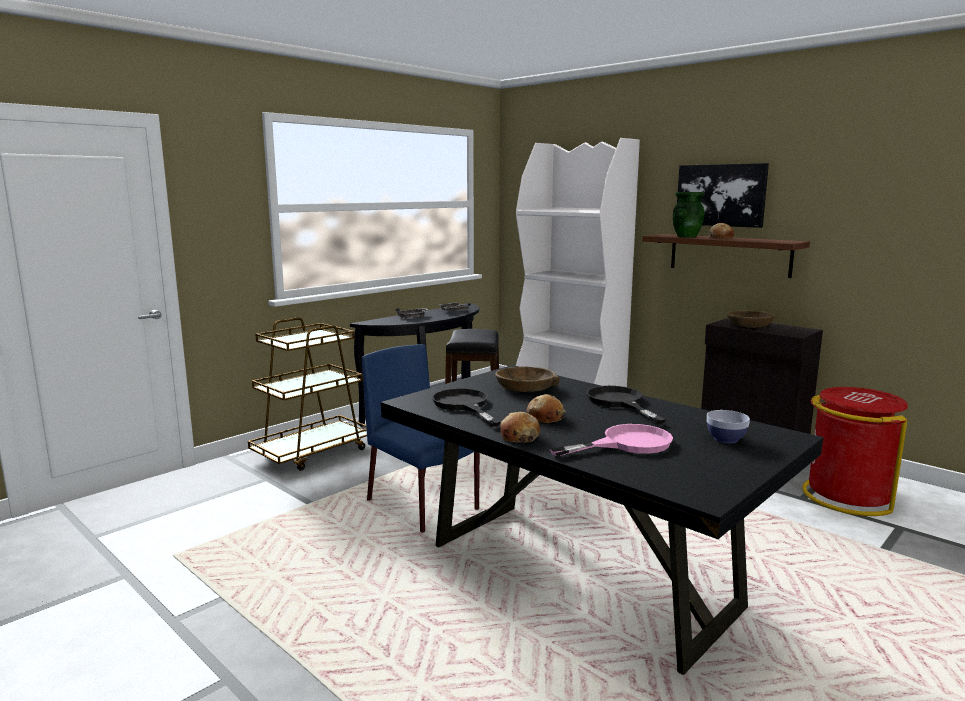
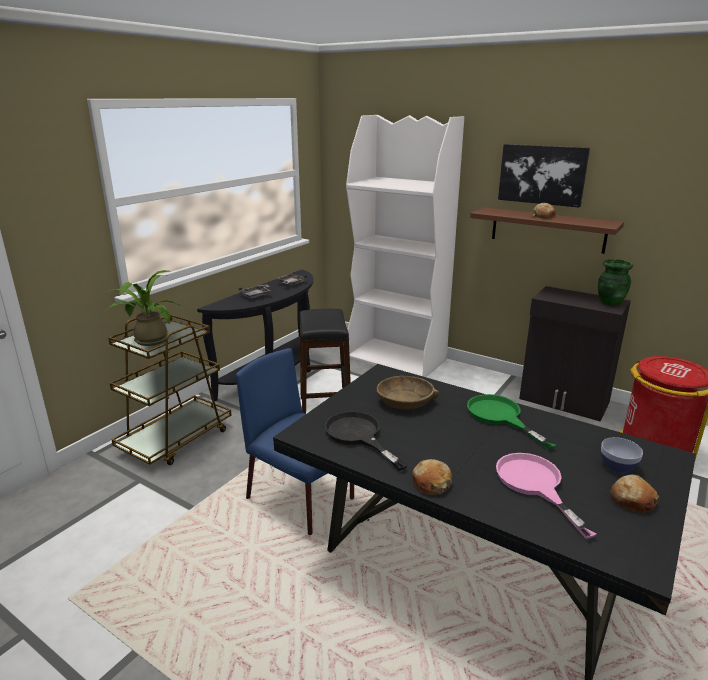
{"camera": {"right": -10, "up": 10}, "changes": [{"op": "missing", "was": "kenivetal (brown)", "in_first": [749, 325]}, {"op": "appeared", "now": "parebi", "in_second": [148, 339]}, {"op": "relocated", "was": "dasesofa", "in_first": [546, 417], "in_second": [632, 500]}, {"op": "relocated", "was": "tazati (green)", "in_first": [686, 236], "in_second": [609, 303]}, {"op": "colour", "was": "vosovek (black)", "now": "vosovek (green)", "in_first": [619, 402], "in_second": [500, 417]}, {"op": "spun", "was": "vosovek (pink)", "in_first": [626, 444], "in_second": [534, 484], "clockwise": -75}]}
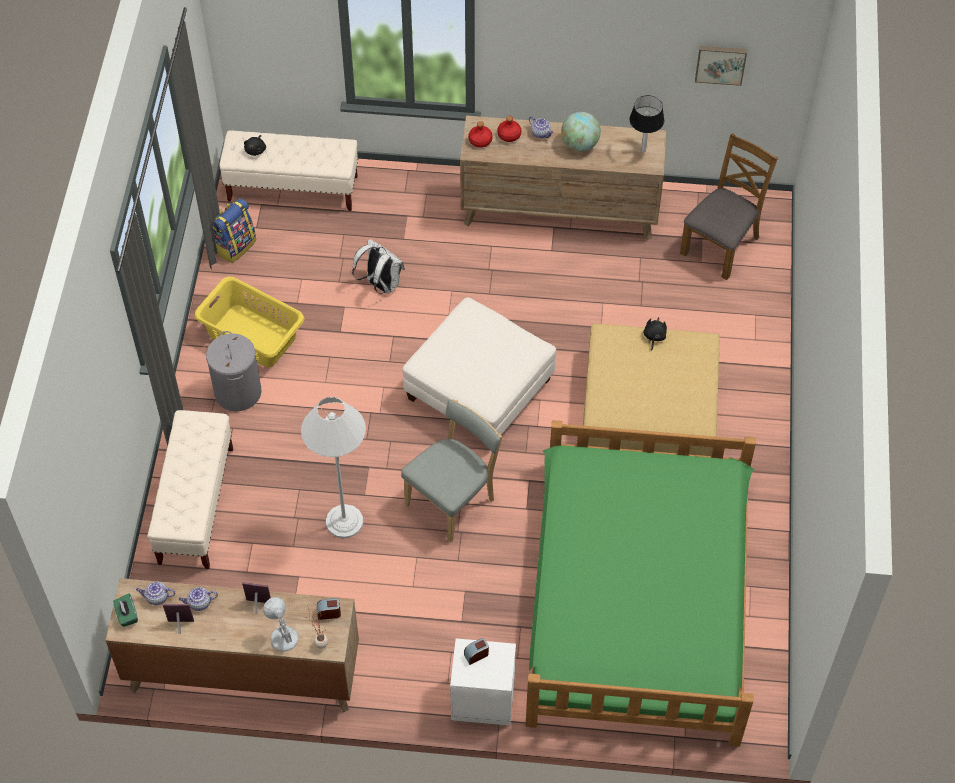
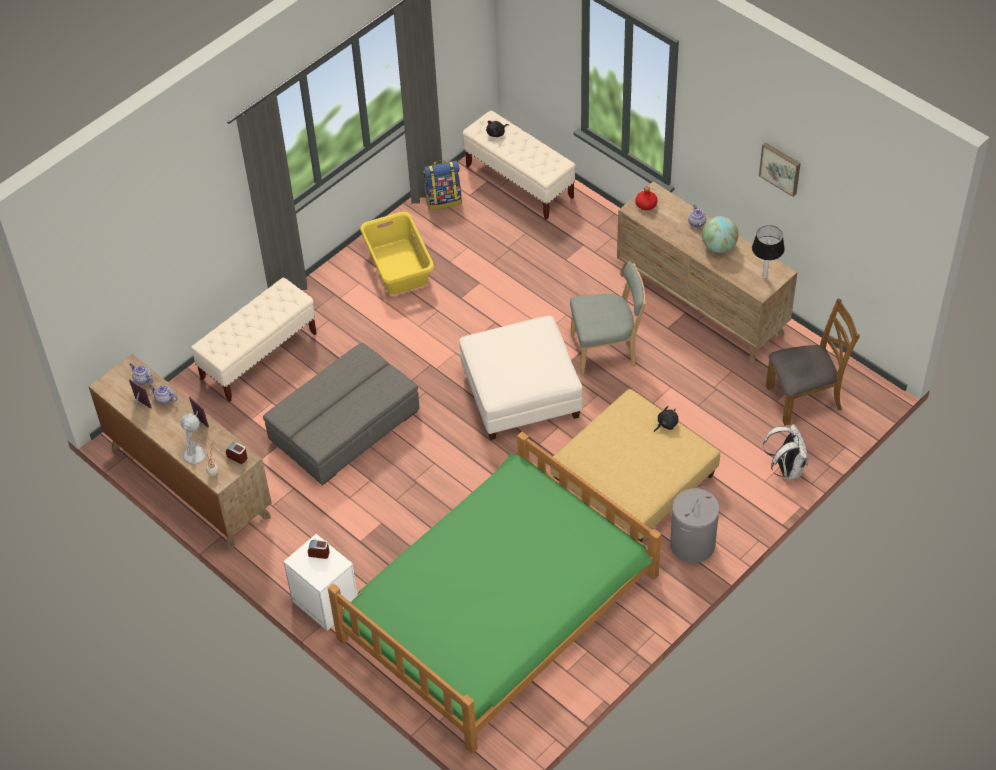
{"camera": {"right": 40, "up": -5}, "changes": [{"op": "missing", "was": "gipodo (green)", "in_first": [127, 615]}, {"op": "missing", "was": "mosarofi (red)", "in_first": [509, 135]}, {"op": "relocated", "was": "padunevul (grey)", "in_first": [237, 392], "in_second": [692, 544]}, {"op": "relocated", "was": "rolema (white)", "in_first": [380, 284], "in_second": [786, 469]}, {"op": "relocated", "was": "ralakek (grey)", "in_first": [453, 500], "in_second": [606, 350]}, {"op": "relocated", "was": "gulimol", "in_first": [720, 63], "in_second": [781, 168]}, {"op": "exchanged", "was": "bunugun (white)", "now": "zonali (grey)", "in_first": [344, 521], "in_second": [344, 426]}]}
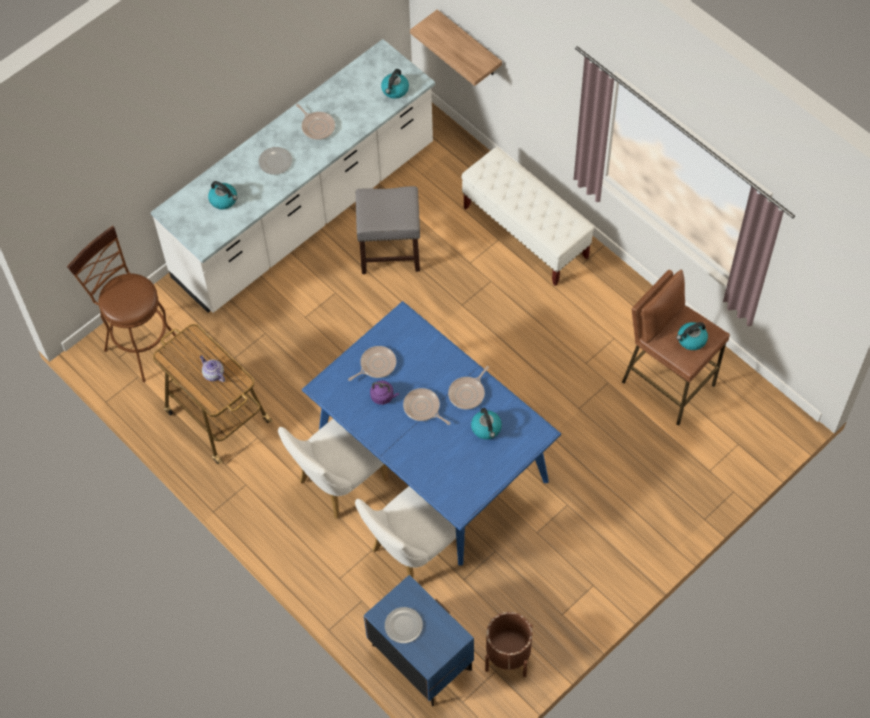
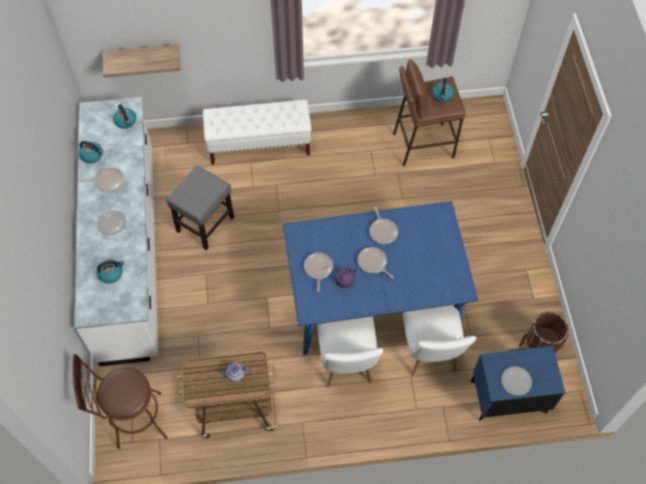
{"camera": {"right": -55, "up": 0}, "changes": [{"op": "relocated", "was": "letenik", "in_first": [486, 428], "in_second": [92, 155]}, {"op": "spun", "was": "vosovek", "in_first": [423, 408], "in_second": [373, 263], "clockwise": 60}]}
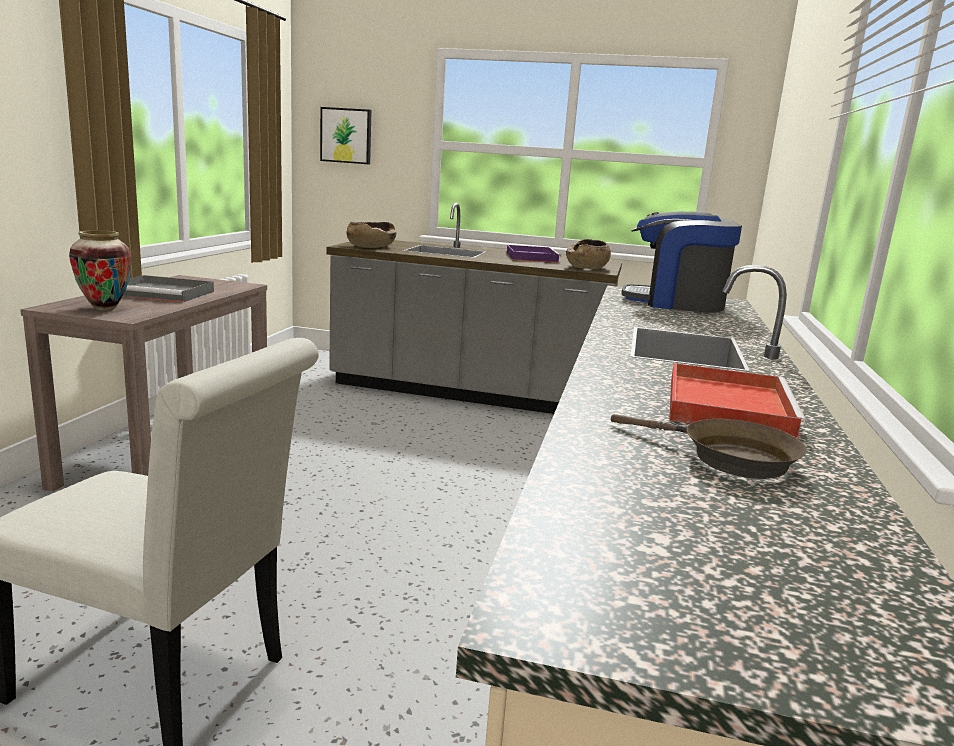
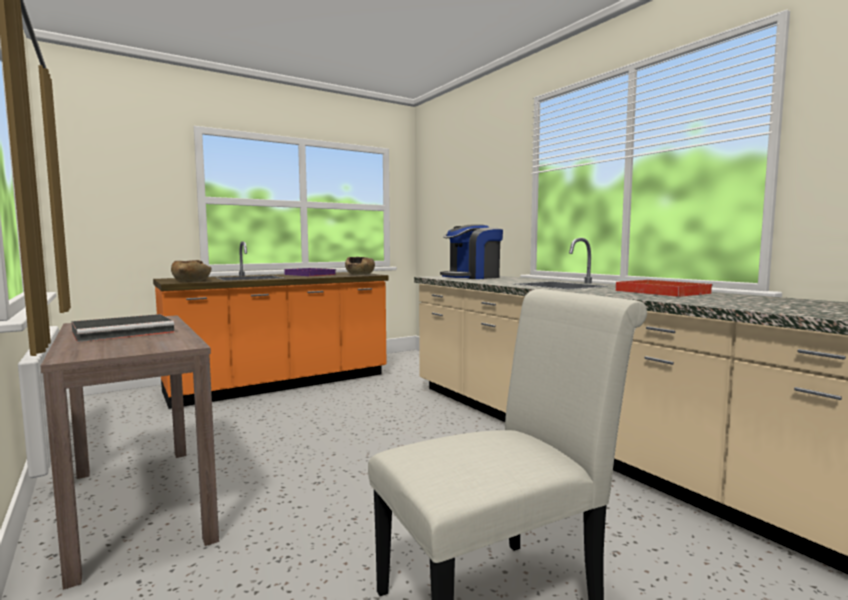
{"camera": {"right": -45, "up": -10}, "changes": [{"op": "missing", "was": "tazati", "in_first": [105, 308]}, {"op": "missing", "was": "gulimol", "in_first": [346, 135]}, {"op": "missing", "was": "vosovek (brown)", "in_first": [728, 458]}, {"op": "colour", "was": "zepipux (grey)", "now": "zepipux (orange)", "in_first": [469, 392], "in_second": [280, 383]}]}
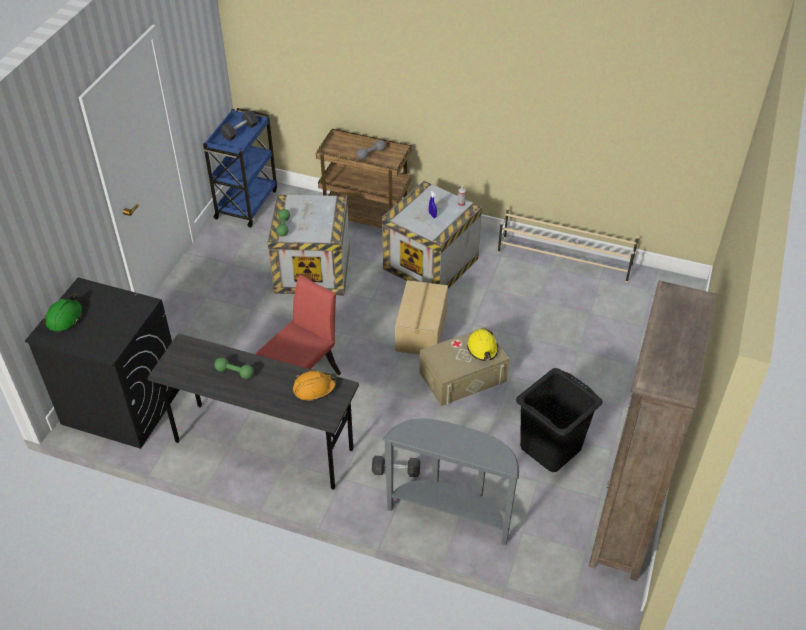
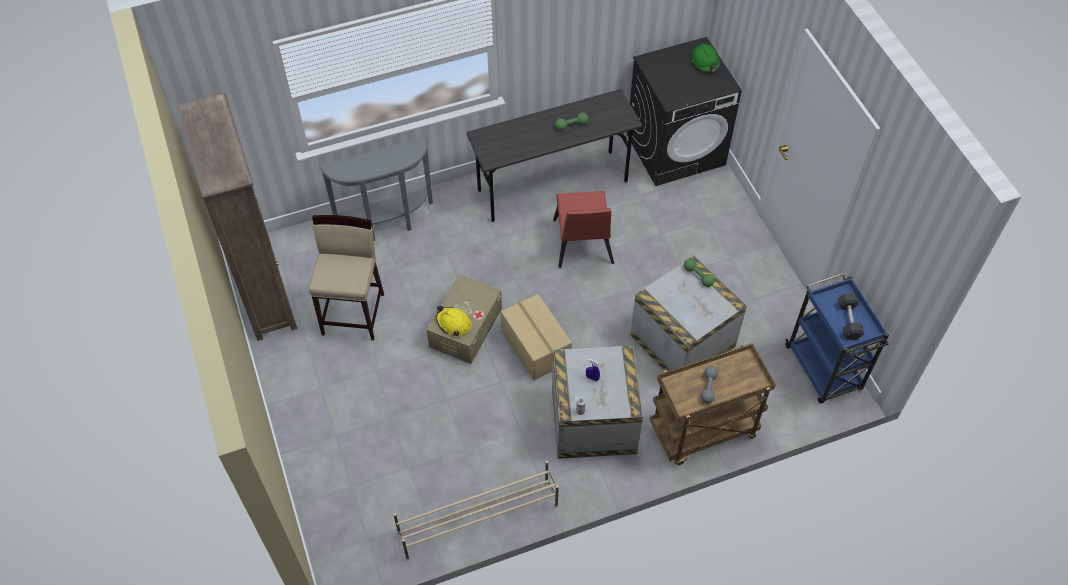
{"camera": {"right": 140, "up": 10}, "changes": [{"op": "missing", "was": "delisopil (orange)", "in_first": [314, 388]}, {"op": "missing", "was": "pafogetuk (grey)", "in_first": [396, 471]}, {"op": "exchanged", "was": "padunevul (black)", "now": "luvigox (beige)", "in_first": [550, 448], "in_second": [354, 313]}]}
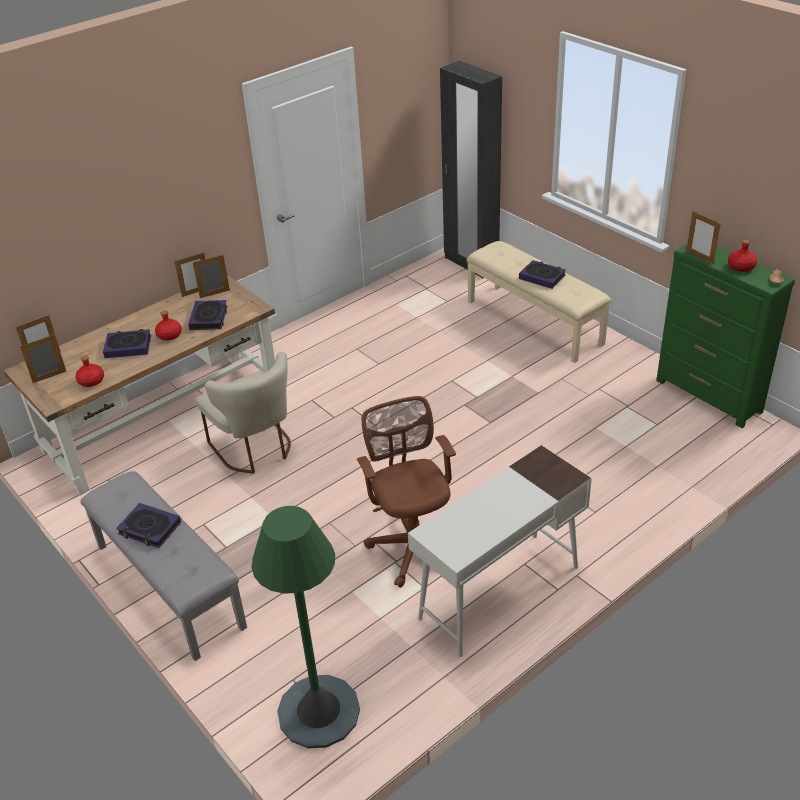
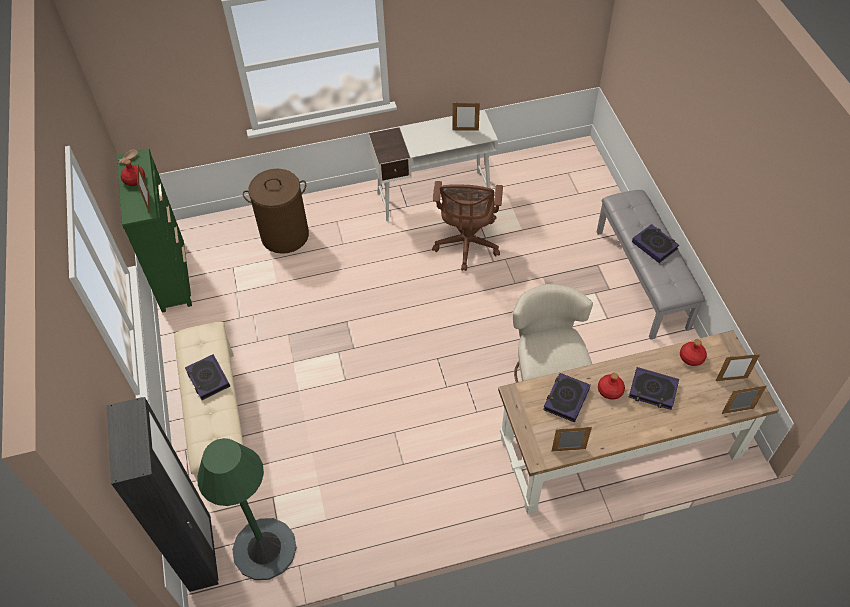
{"camera": {"right": -155, "up": 15}, "changes": [{"op": "appeared", "now": "padunevul (brown)", "in_second": [285, 235]}, {"op": "relocated", "was": "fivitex", "in_first": [214, 294], "in_second": [465, 130]}, {"op": "relocated", "was": "bunugun (green)", "in_first": [319, 712], "in_second": [264, 549]}]}
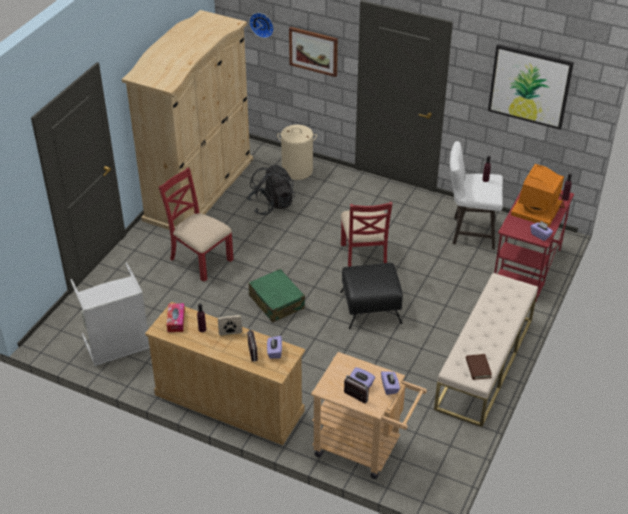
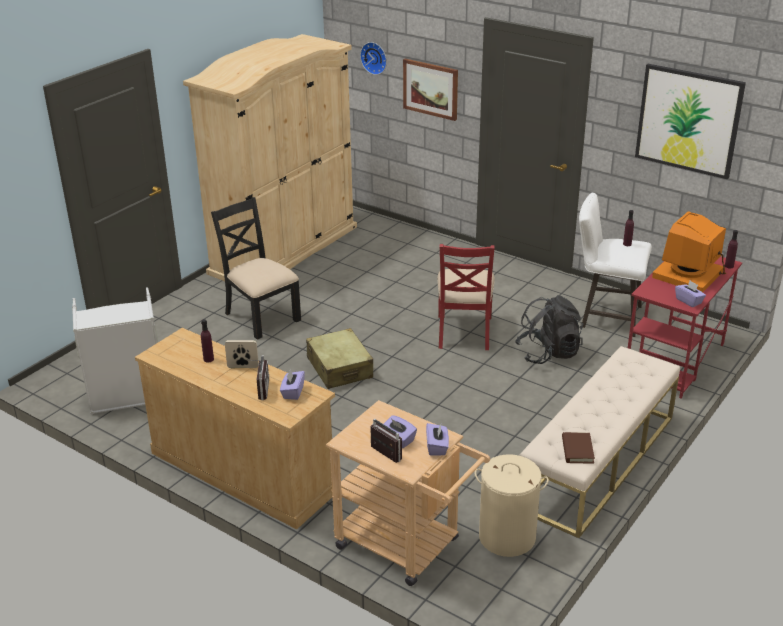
{"camera": {"right": 10, "up": -10}, "changes": [{"op": "missing", "was": "gipodo", "in_first": [176, 321]}, {"op": "missing", "was": "zonali (black)", "in_first": [371, 307]}, {"op": "relocated", "was": "rolema (black)", "in_first": [271, 205], "in_second": [548, 353]}, {"op": "relocated", "was": "padunevul (beige)", "in_first": [297, 170], "in_second": [507, 537]}, {"op": "colour", "was": "ralakek (red)", "now": "ralakek (black)", "in_first": [200, 259], "in_second": [261, 316]}, {"op": "colour", "was": "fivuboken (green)", "now": "fivuboken (beige)", "in_first": [276, 302], "in_second": [339, 368]}]}
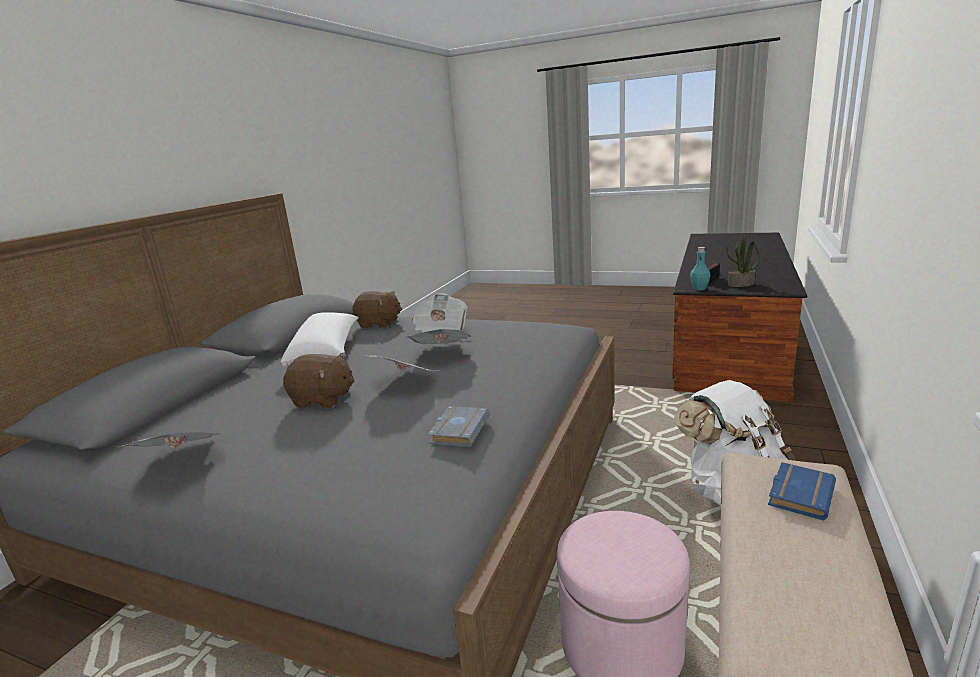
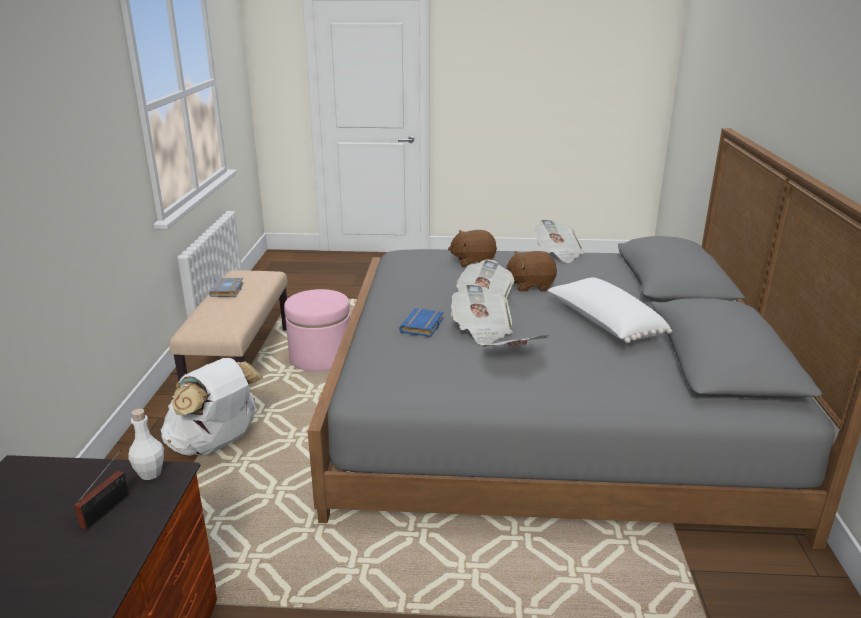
{"camera": {"right": 160, "up": 5}, "changes": [{"op": "missing", "was": "parebi", "in_first": [740, 284]}, {"op": "relocated", "was": "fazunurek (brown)", "in_first": [379, 324], "in_second": [473, 261]}, {"op": "relocated", "was": "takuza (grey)", "in_first": [458, 430], "in_second": [228, 290]}, {"op": "relocated", "was": "takuza (blue)", "in_first": [798, 494], "in_second": [423, 326]}, {"op": "colour", "was": "mosarofi (turquoise)", "now": "mosarofi (white)", "in_first": [699, 288], "in_second": [150, 473]}]}
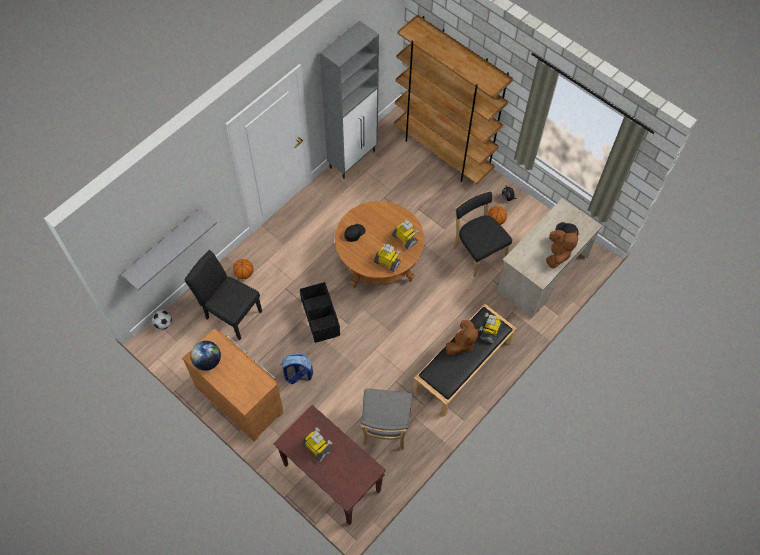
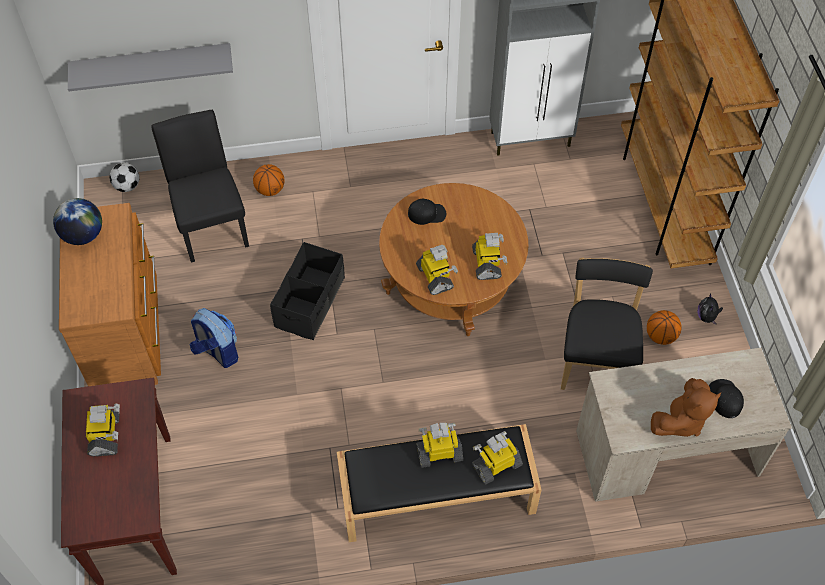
{"camera": {"right": 40, "up": -5}, "changes": [{"op": "missing", "was": "ralakek (grey)", "in_first": [384, 429]}, {"op": "exchanged", "was": "fazunurek (brown)", "now": "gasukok", "in_first": [461, 344], "in_second": [439, 453]}]}
